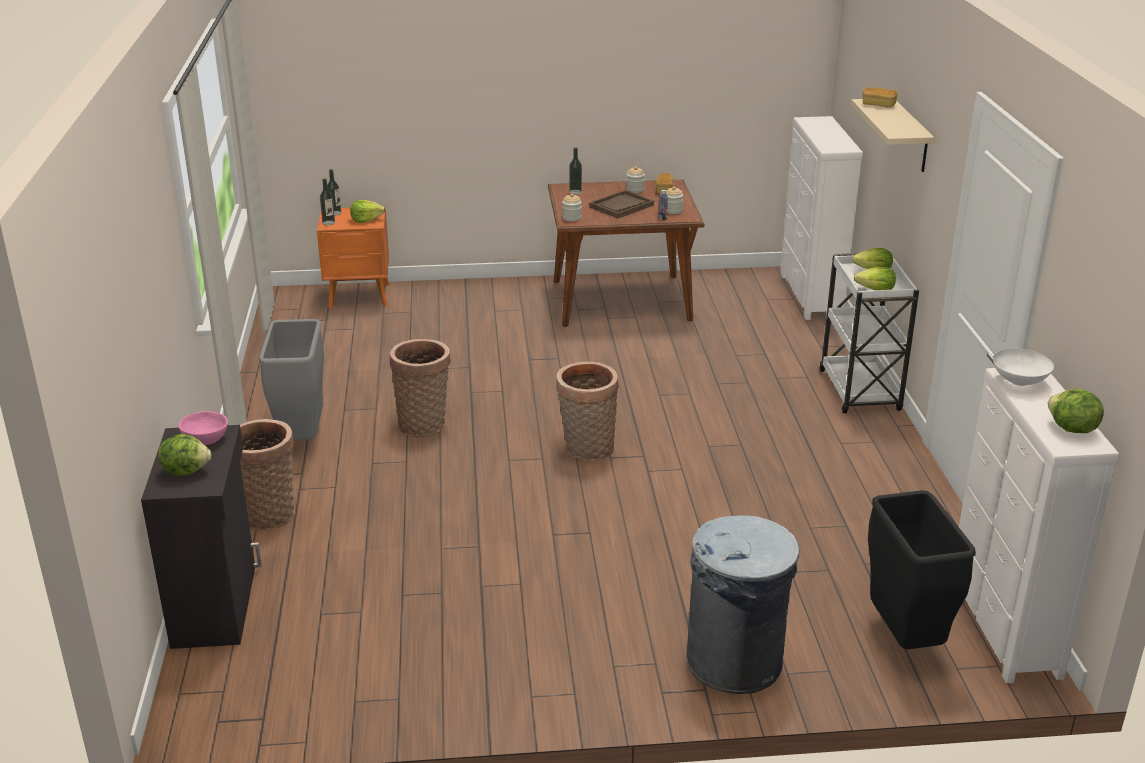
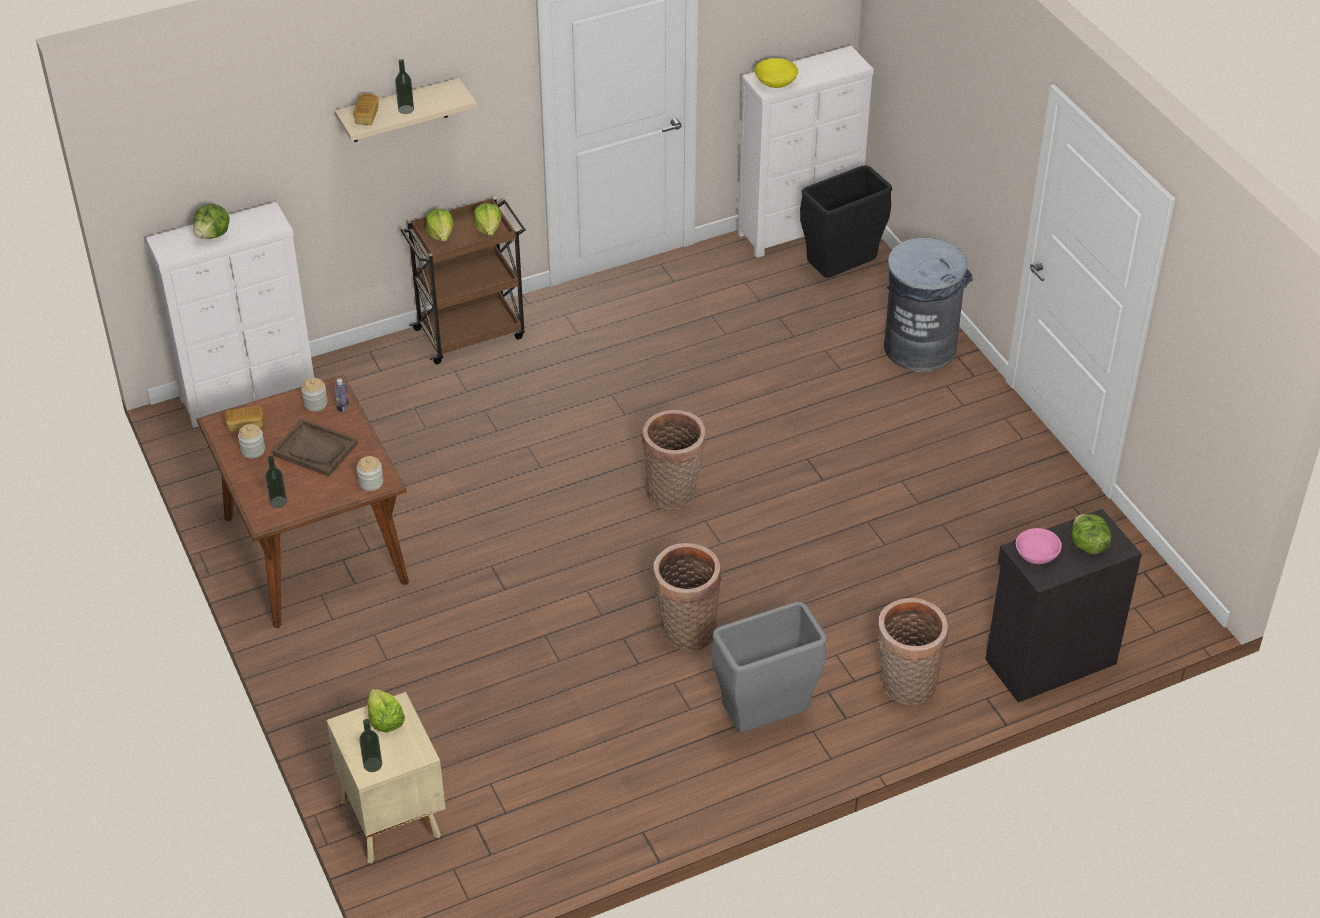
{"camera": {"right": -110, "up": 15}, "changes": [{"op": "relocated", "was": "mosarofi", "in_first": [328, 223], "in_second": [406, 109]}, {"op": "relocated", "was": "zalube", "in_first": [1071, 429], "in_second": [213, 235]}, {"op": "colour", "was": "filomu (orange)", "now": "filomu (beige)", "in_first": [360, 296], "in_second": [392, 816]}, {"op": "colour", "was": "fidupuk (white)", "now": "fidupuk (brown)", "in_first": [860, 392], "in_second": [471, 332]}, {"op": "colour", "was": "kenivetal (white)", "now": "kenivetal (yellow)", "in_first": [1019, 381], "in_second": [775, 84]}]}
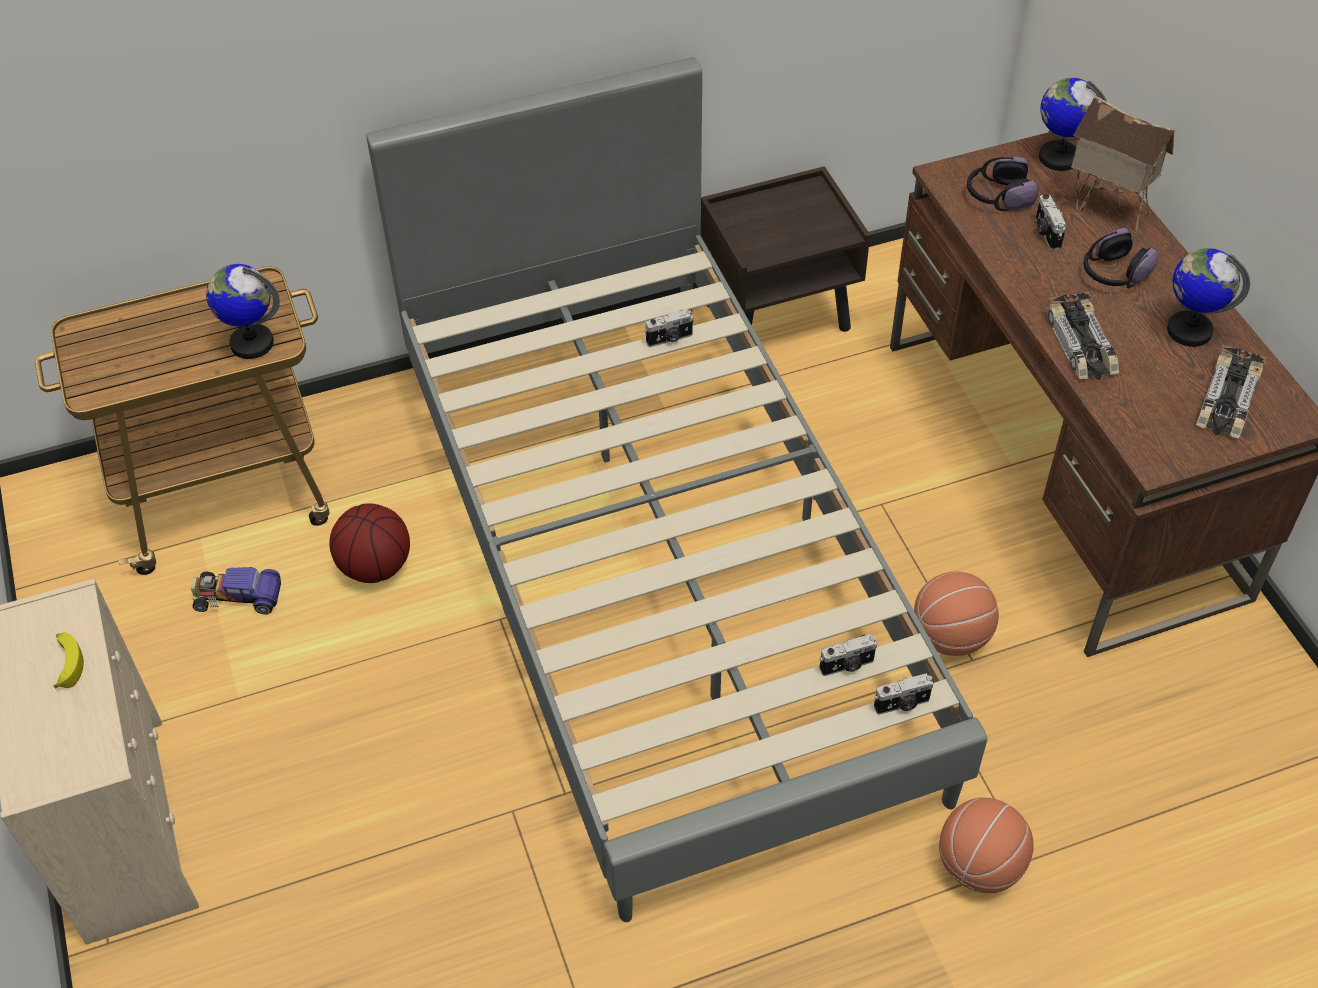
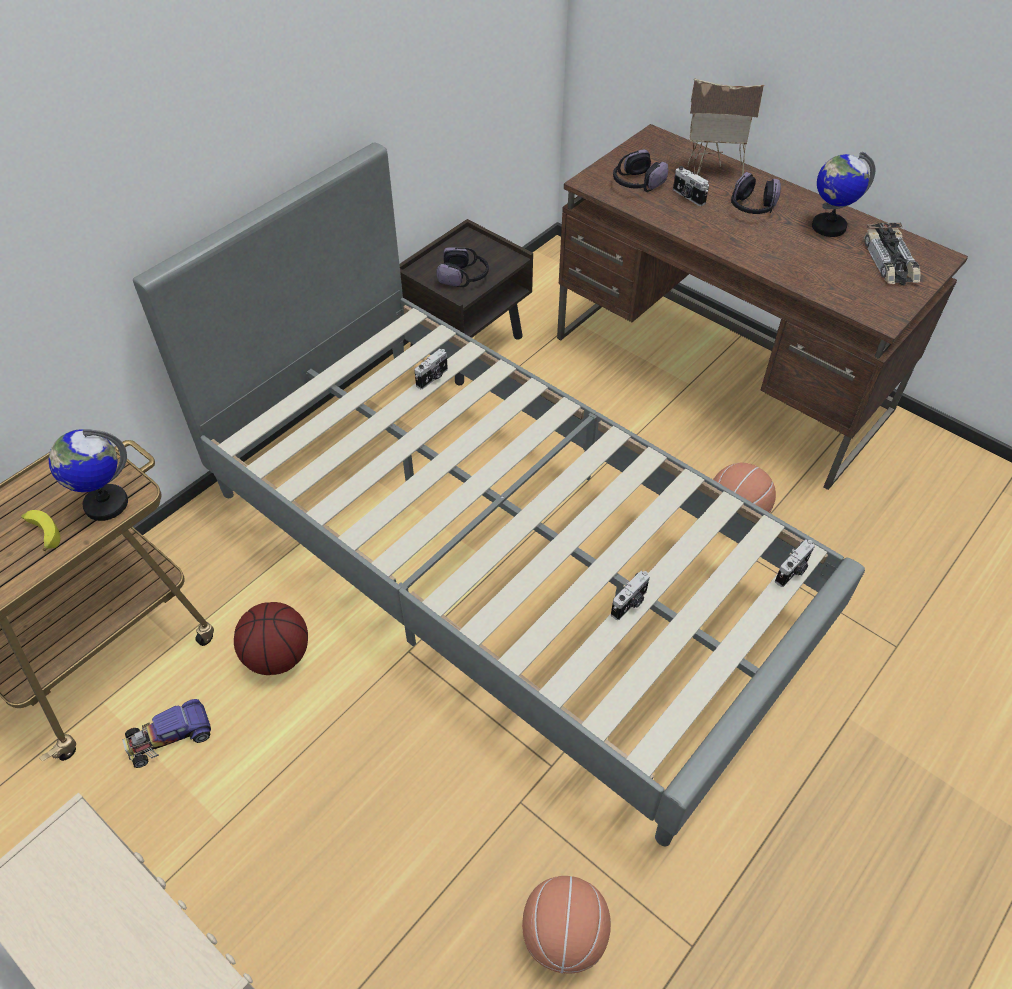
{"camera": {"right": -30, "up": 0}, "changes": [{"op": "missing", "was": "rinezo", "in_first": [1058, 157]}, {"op": "missing", "was": "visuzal", "in_first": [1081, 345]}, {"op": "appeared", "now": "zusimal", "in_second": [464, 277]}, {"op": "relocated", "was": "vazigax", "in_first": [67, 663], "in_second": [42, 533]}, {"op": "relocated", "was": "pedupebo", "in_first": [847, 666], "in_second": [630, 603]}, {"op": "relocated", "was": "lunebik", "in_first": [980, 865], "in_second": [564, 934]}]}
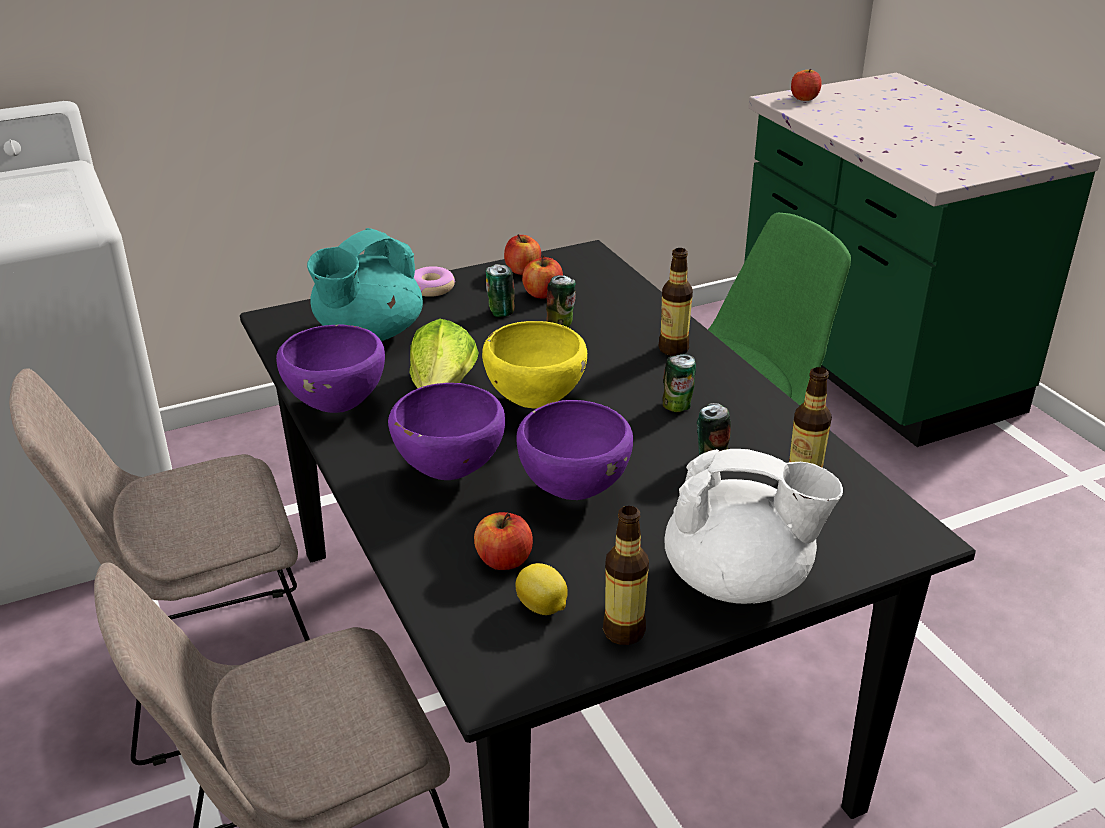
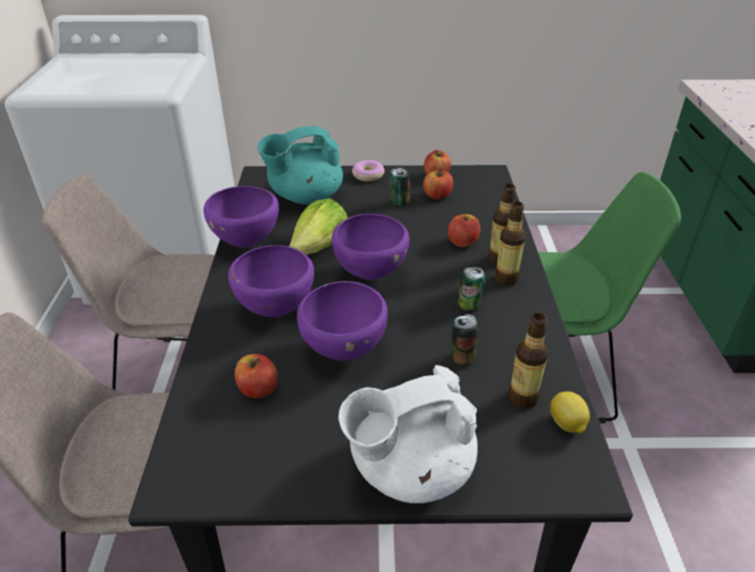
{"camera": {"right": 25, "up": 5}, "changes": [{"op": "missing", "was": "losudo", "in_first": [561, 324]}, {"op": "relocated", "was": "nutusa", "in_first": [542, 608], "in_second": [566, 424]}, {"op": "relocated", "was": "mosarofi", "in_first": [623, 631], "in_second": [506, 278]}, {"op": "relocated", "was": "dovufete", "in_first": [804, 98], "in_second": [462, 242]}, {"op": "colour", "was": "kenivetal (yellow)", "now": "kenivetal (purple)", "in_first": [533, 403], "in_second": [370, 274]}, {"op": "spun", "was": "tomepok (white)", "in_first": [739, 581], "in_second": [409, 469], "clockwise": 120}]}
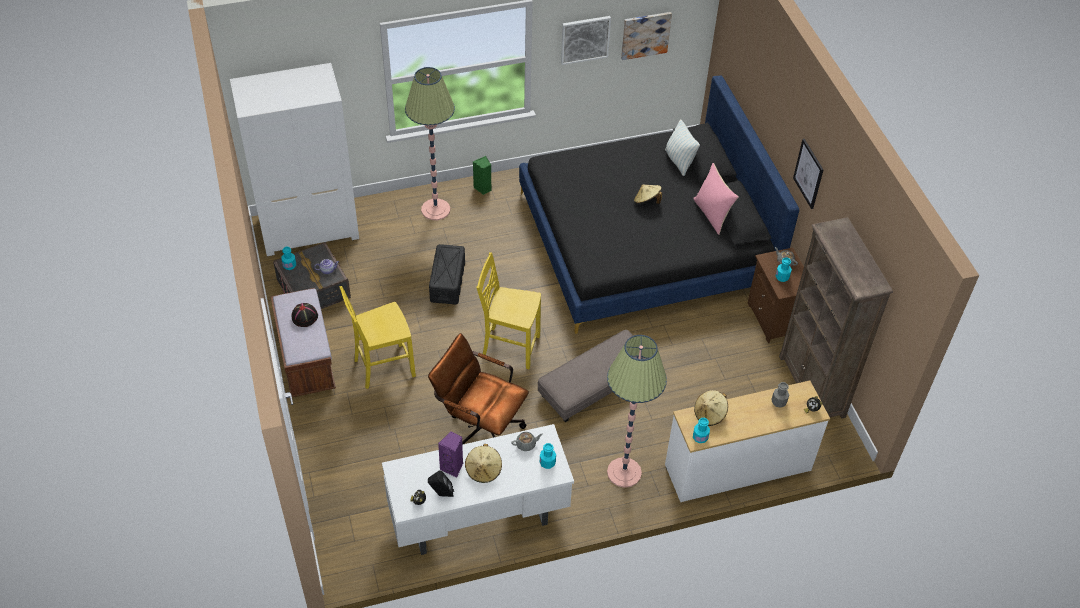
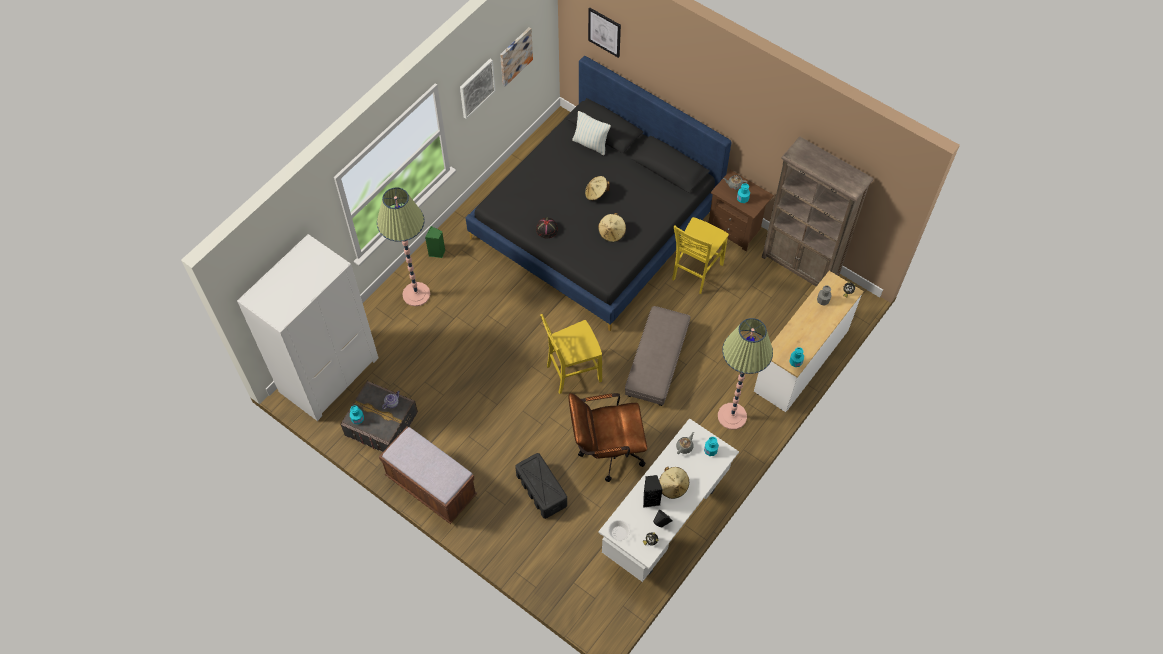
{"camera": {"right": -35, "up": 10}, "changes": [{"op": "missing", "was": "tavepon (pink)", "in_first": [712, 214]}, {"op": "appeared", "now": "kenivetal", "in_second": [618, 532]}, {"op": "relocated", "was": "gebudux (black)", "in_first": [305, 316], "in_second": [547, 229]}, {"op": "relocated", "was": "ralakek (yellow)", "in_first": [382, 367], "in_second": [695, 272]}, {"op": "relocated", "was": "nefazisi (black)", "in_first": [447, 282], "in_second": [541, 490]}, {"op": "relocated", "was": "gebudux (beige)", "in_first": [710, 414], "in_second": [612, 233]}, {"op": "relocated", "was": "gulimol", "in_first": [808, 173], "in_second": [604, 32]}, {"op": "colour", "was": "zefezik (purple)", "now": "zefezik (black)", "in_first": [453, 467], "in_second": [650, 499]}]}
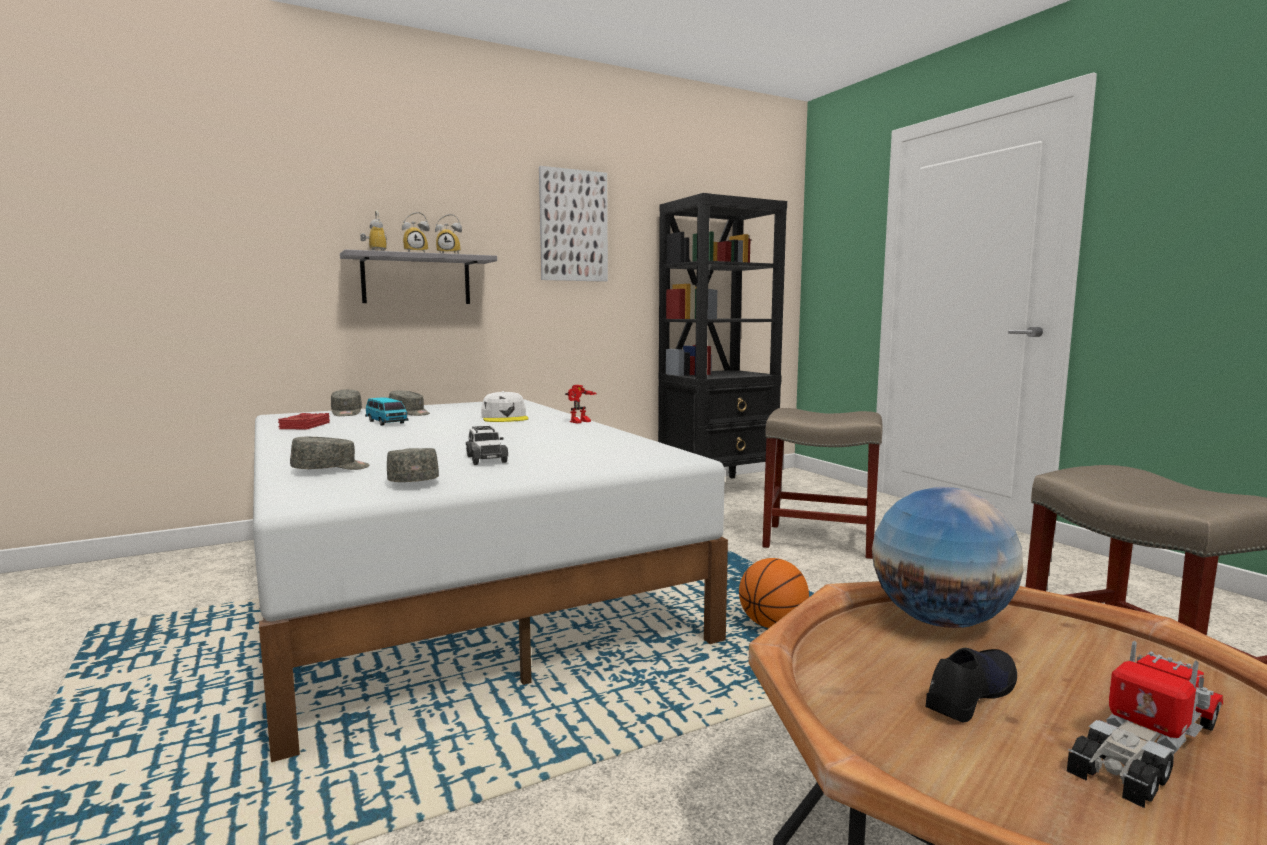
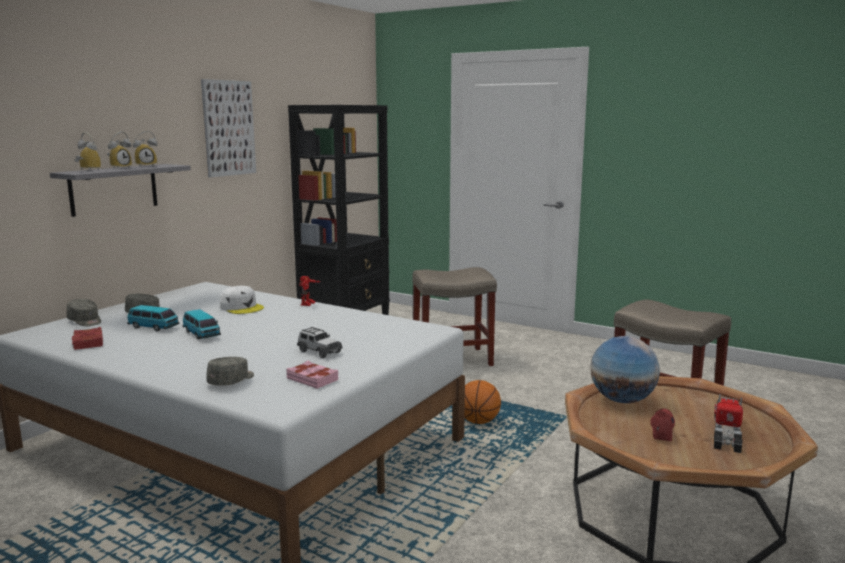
{"camera": {"right": -30, "up": 5}, "changes": [{"op": "appeared", "now": "visuzal", "in_second": [201, 334]}, {"op": "exchanged", "was": "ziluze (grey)", "now": "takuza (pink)", "in_first": [412, 481], "in_second": [313, 379]}, {"op": "colour", "was": "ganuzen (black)", "now": "ganuzen (red)", "in_first": [970, 693], "in_second": [662, 429]}]}
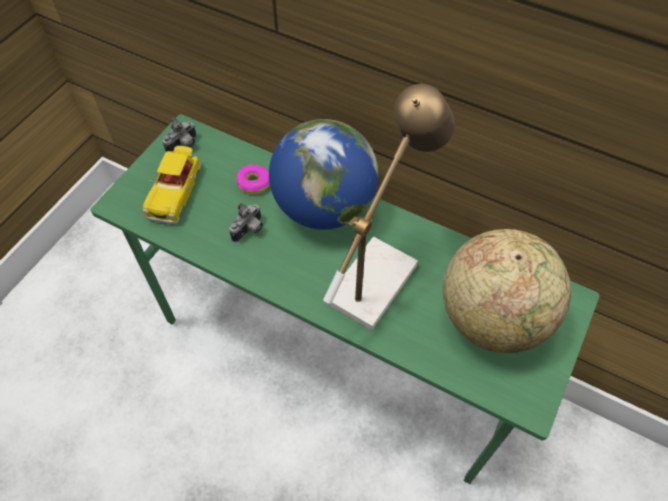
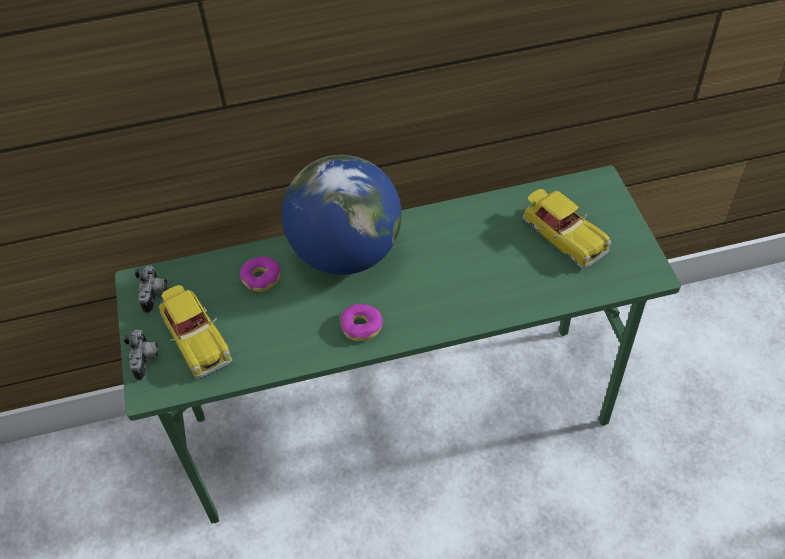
{"camera": {"right": -40, "up": -5}, "changes": [{"op": "missing", "was": "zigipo", "in_first": [377, 273]}, {"op": "appeared", "now": "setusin", "in_second": [361, 326]}, {"op": "relocated", "was": "pedupebo", "in_first": [250, 230], "in_second": [146, 360]}, {"op": "exchanged", "was": "rinezo", "now": "visuzal", "in_first": [493, 318], "in_second": [563, 236]}]}
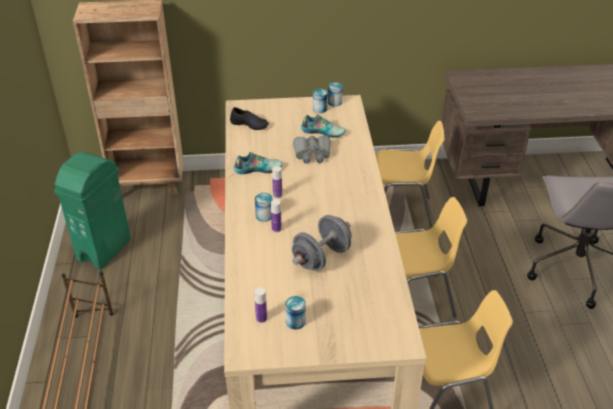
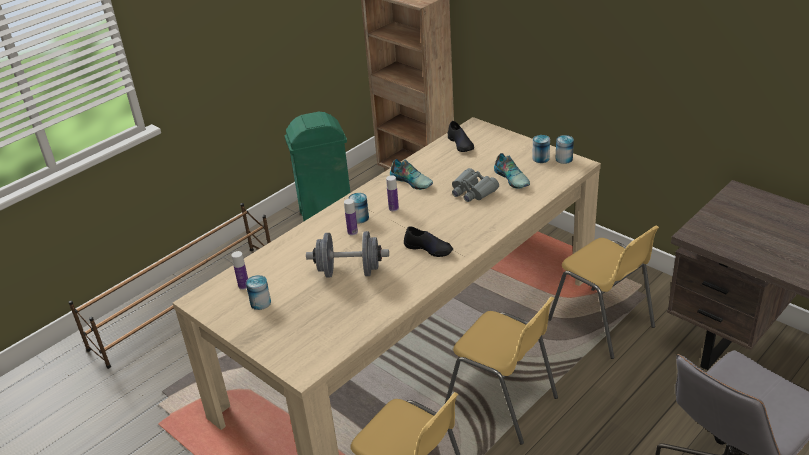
{"camera": {"right": 50, "up": -5}, "changes": [{"op": "appeared", "now": "ganuzen (black)", "in_second": [429, 248]}]}
